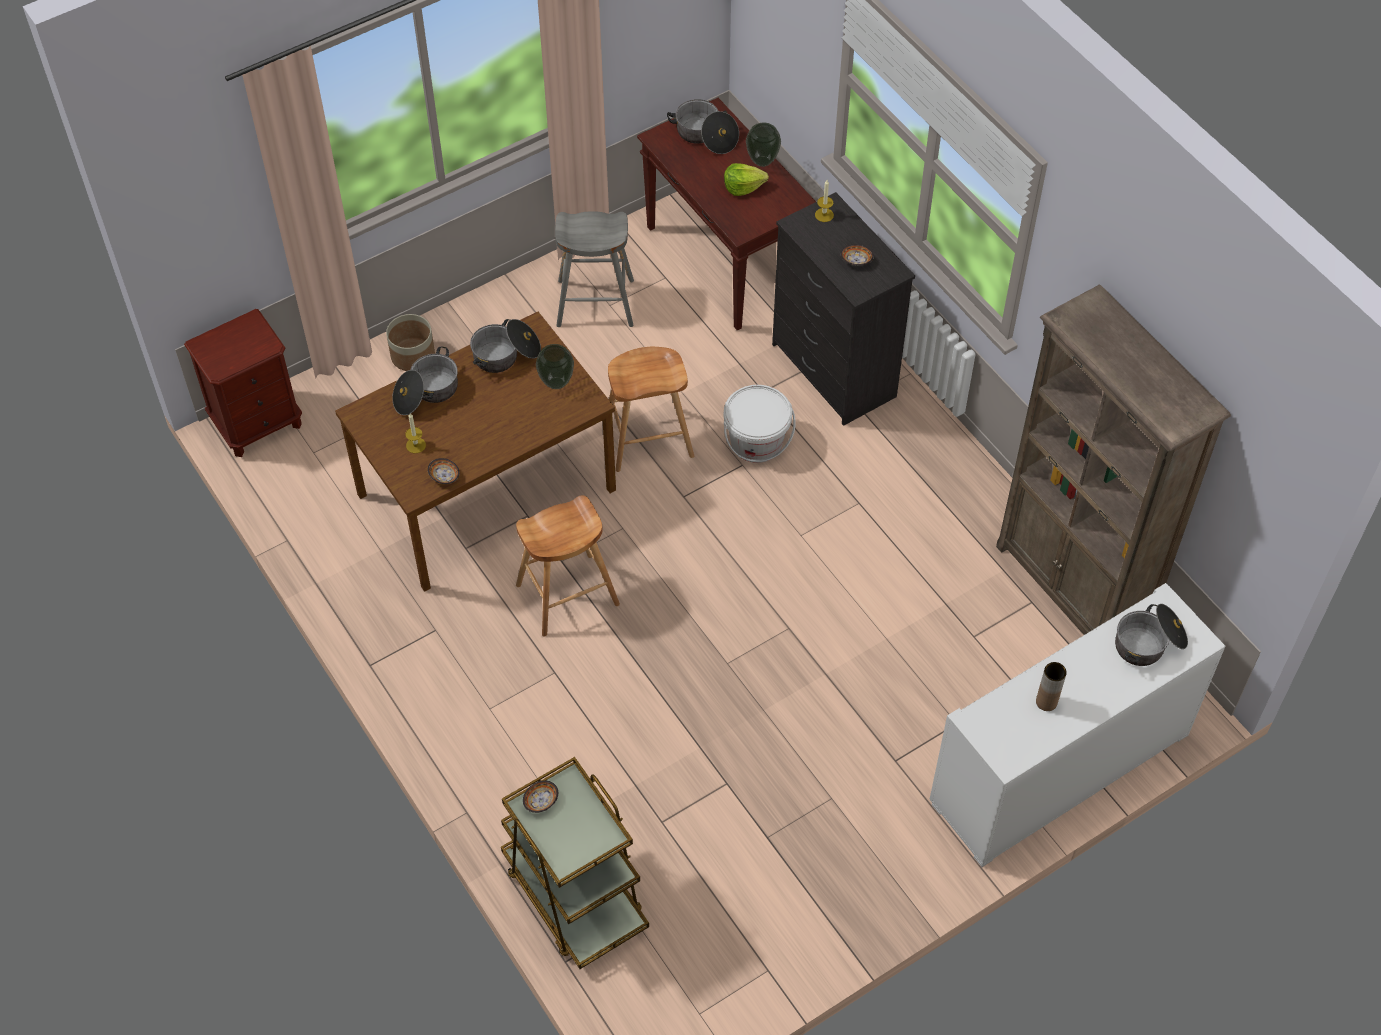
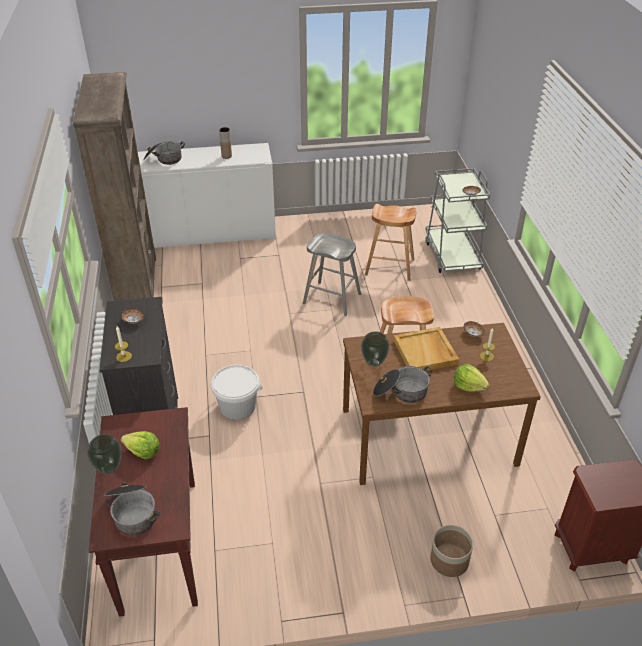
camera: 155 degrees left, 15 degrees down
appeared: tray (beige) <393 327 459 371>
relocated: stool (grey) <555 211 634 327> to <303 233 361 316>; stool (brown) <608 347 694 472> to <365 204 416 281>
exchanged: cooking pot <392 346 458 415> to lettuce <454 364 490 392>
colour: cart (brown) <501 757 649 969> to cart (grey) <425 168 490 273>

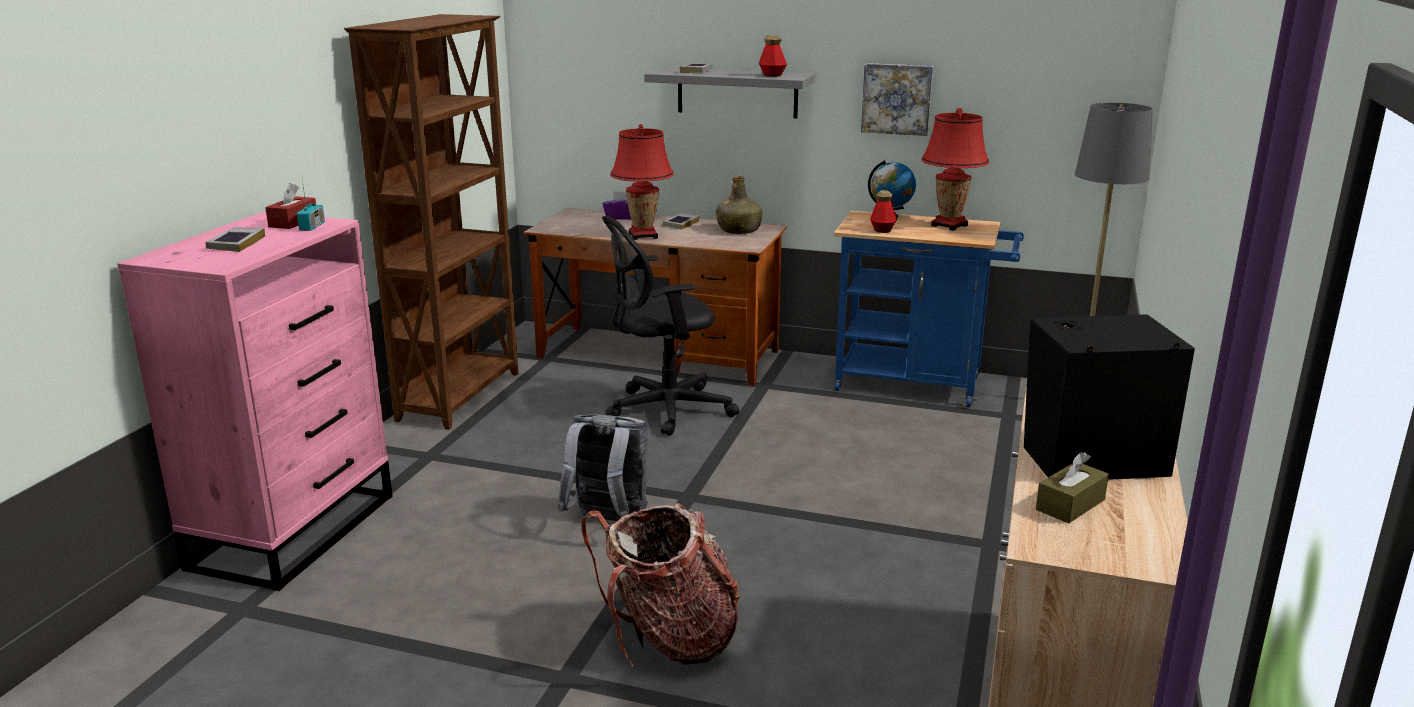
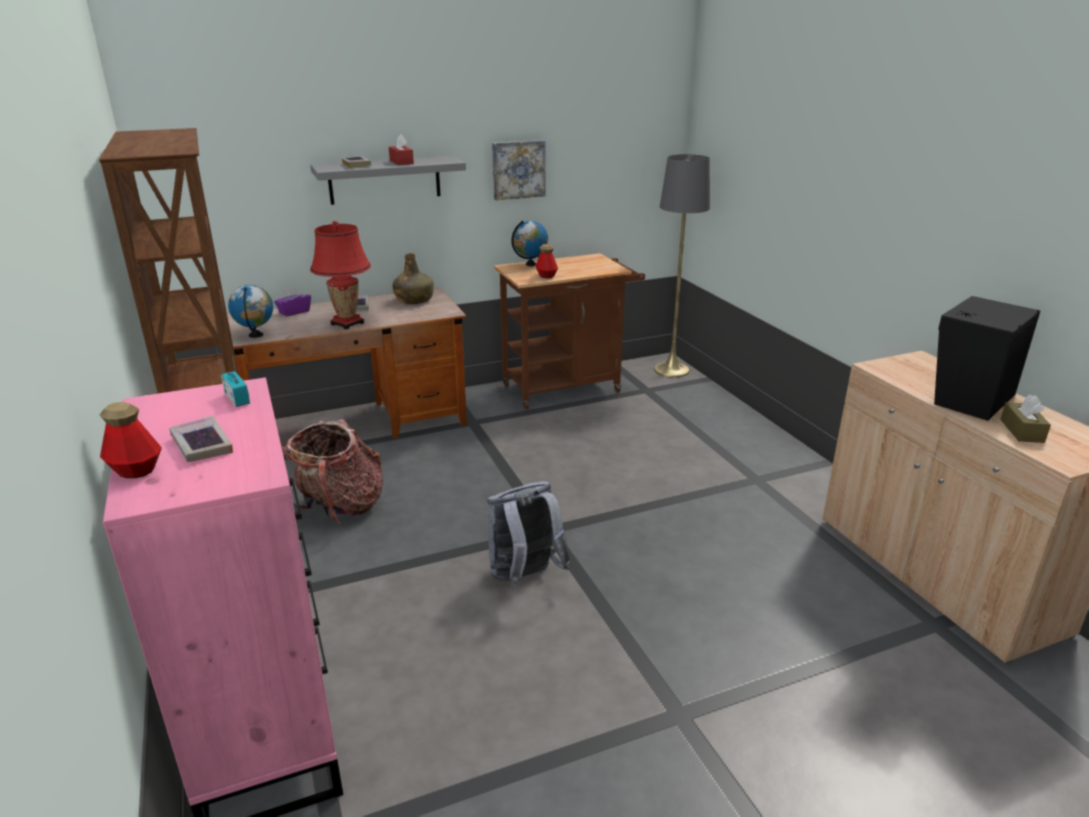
camera: 40 degrees left, 5 degrees up
missing: table lamp (red) <921 108 989 231>; office chair (black) <602 216 739 436>
appeared: globe <228 285 273 338>
relocated: bottle <759 35 787 77> to <99 402 162 478>; tissue box (red) <265 183 316 229> to <389 134 414 165>; backpack <581 503 740 668> to <281 419 383 524>
colour: cart (blue) <834 211 1024 407> to cart (brown) <494 253 645 410>

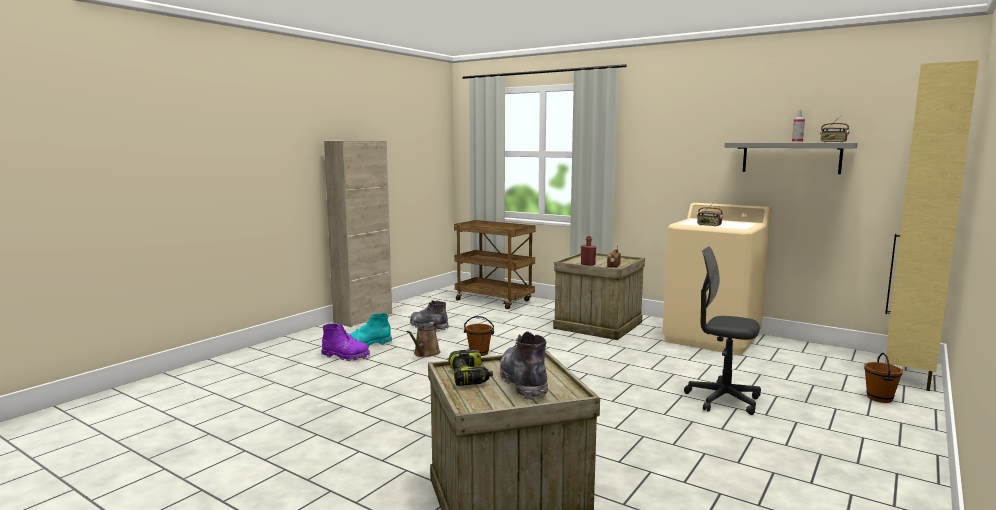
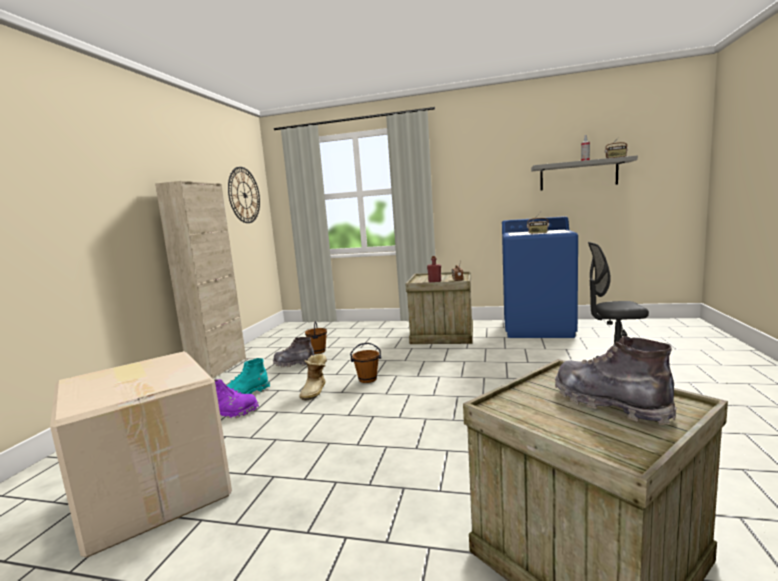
camera: 20 degrees left, 0 degrees up
missing: cabinet (beige) <885 60 979 391>; cart (brown) <454 220 536 309>; power drill <448 350 493 386>
appeared: wall clock <228 167 260 223>; cardboard box <50 351 232 558>
relocated: bucket (brown) <864 353 903 403> to <305 321 327 354>
exchanged: watering can (brown) <406 322 440 357> to boot <299 354 327 401>
colour: washing machine (beige) <662 203 771 355> to washing machine (blue) <502 216 578 338>

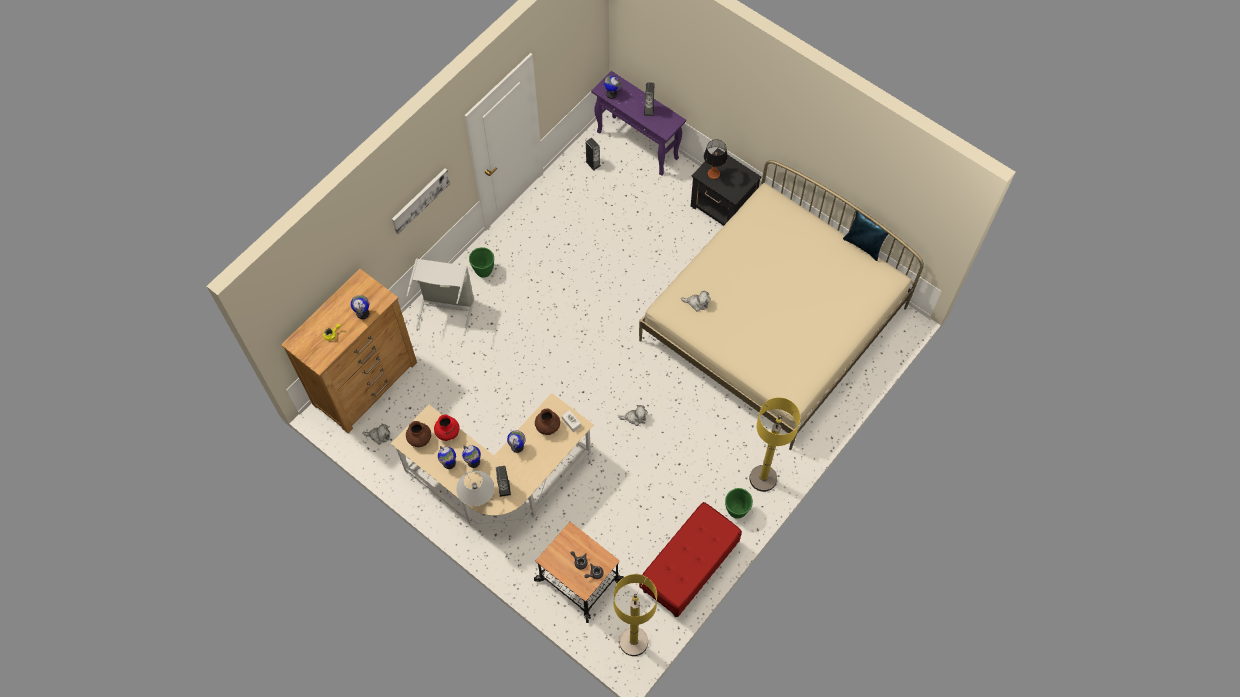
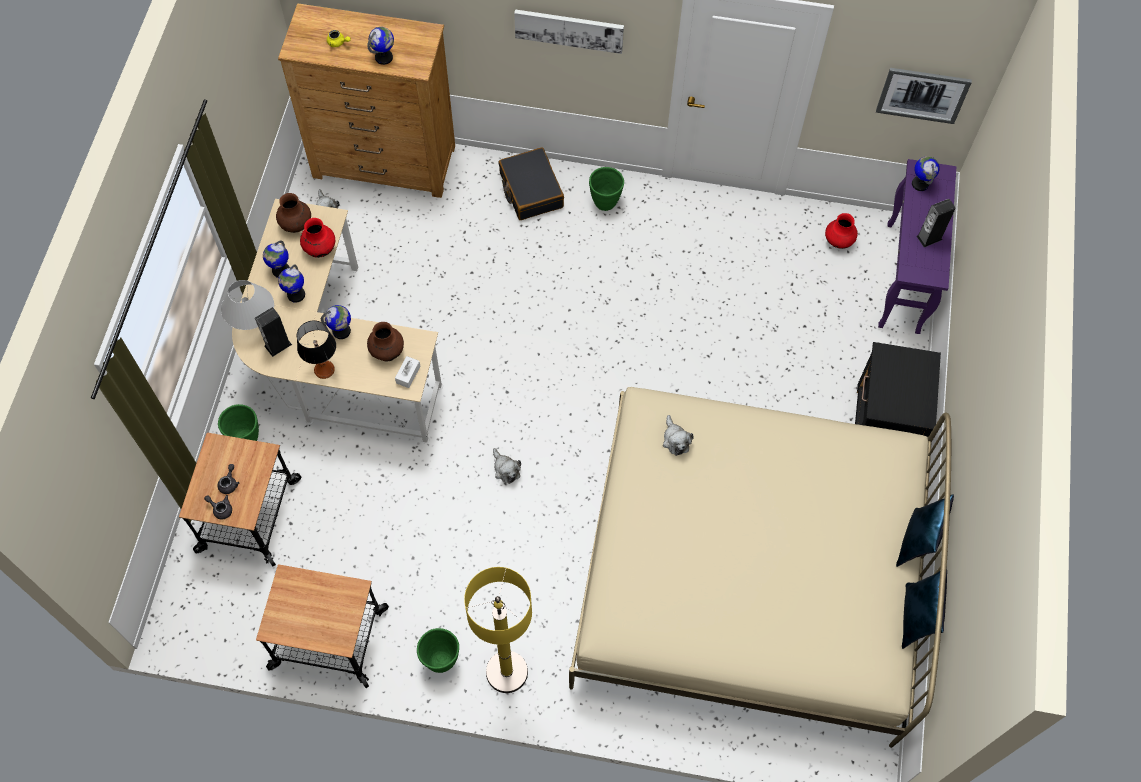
camera: 60 degrees right, 0 degrees up
missing: floor lamp (yellow) <614 574 657 656>
appeared: picture <876 68 972 124>; planter (green) <218 404 259 441>; pillow (blue) <896 494 954 567>
relocated: table lamp <704 139 728 179> to <297 320 336 379>
exchanged: speaker <585 138 601 170> to vase (red) <825 213 858 249>; laundry basket (grey) <406 258 474 336> to suitcase (black) <498 147 564 220>; bench (red) <639 502 742 617> to cart <256 564 389 688>

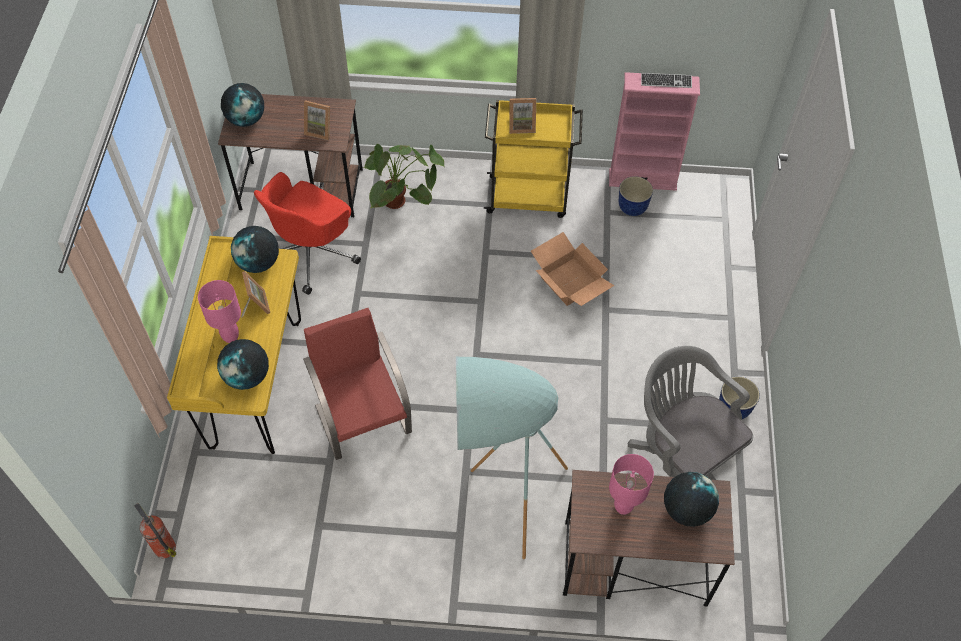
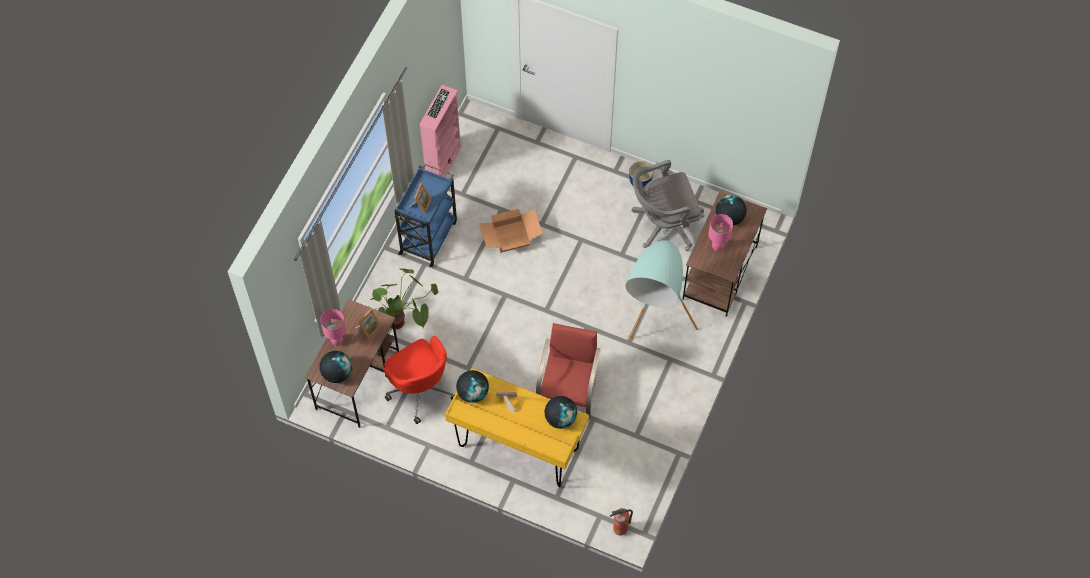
camera: 70 degrees left, 5 degrees up
missing: planter <619 176 653 216>
relocated: table lamp (pink) <198 280 241 343> to <320 309 346 346>
colour: cart (yellow) <484 99 583 218> to cart (blue) <394 164 457 267>
spun: chair (red) <303 308 412 460> = <536 323 601 417> 105 degrees clockwise

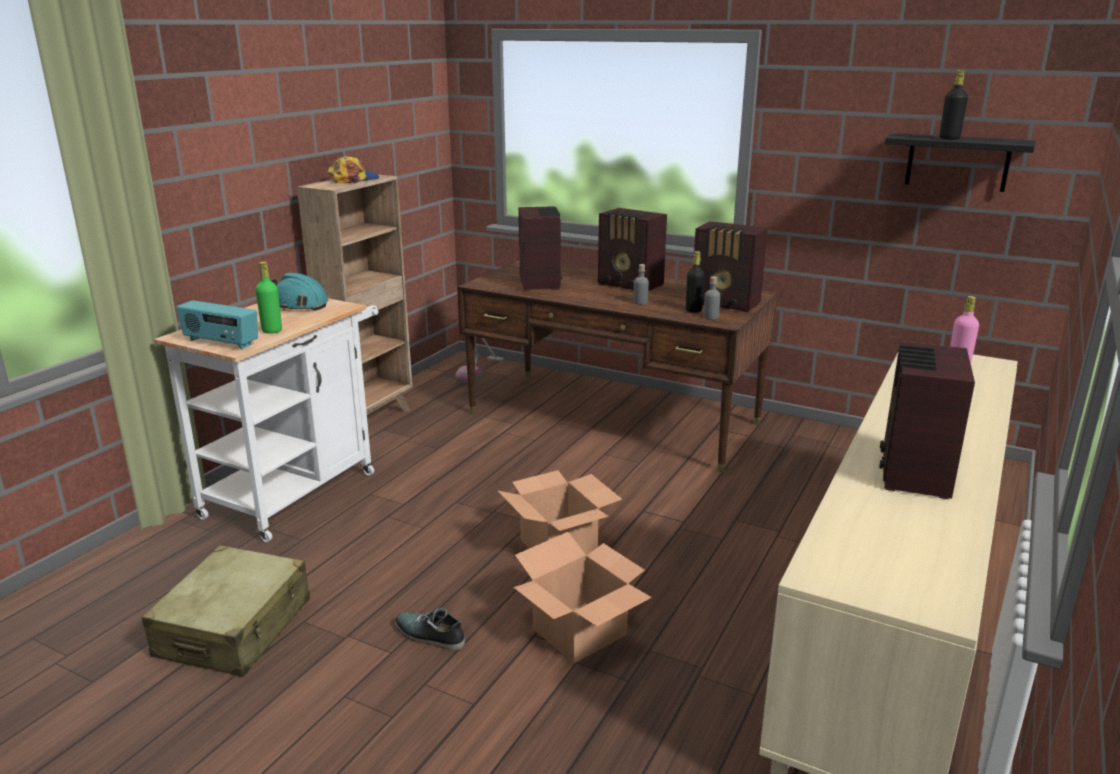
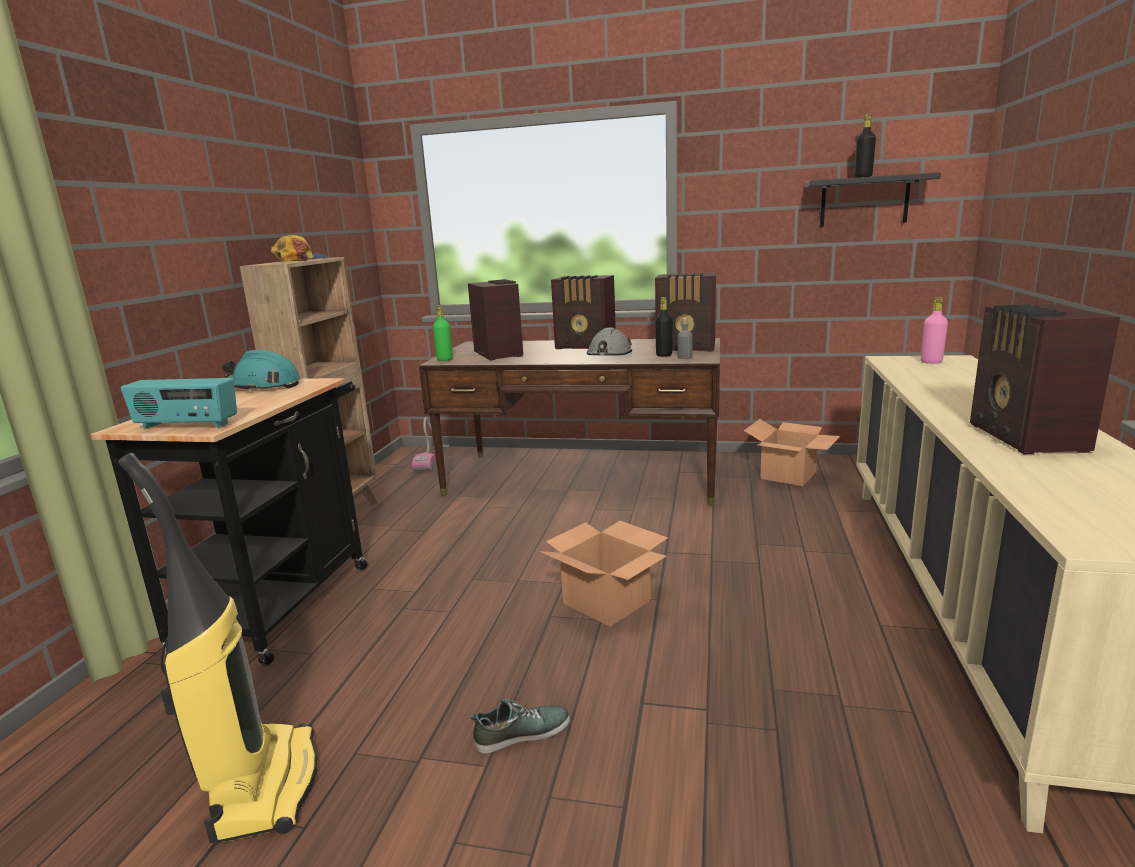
camera: 15 degrees left, 5 degrees down
relocated: bottle (green) <255 262 282 334> to <433 305 453 361>; cardboard box <514 532 652 664> to <744 419 840 486>
exchanged: bottle (grey) <633 264 649 305> to hard hat (grey) <587 328 632 355>; suitcase (beige) <142 545 310 677> to vacuum cleaner <118 453 317 843>
colour: cart (white) <154 297 378 542> to cart (black) <91 378 367 666>
spun: shoe <395 608 465 651> = <470 699 570 754> 150 degrees clockwise

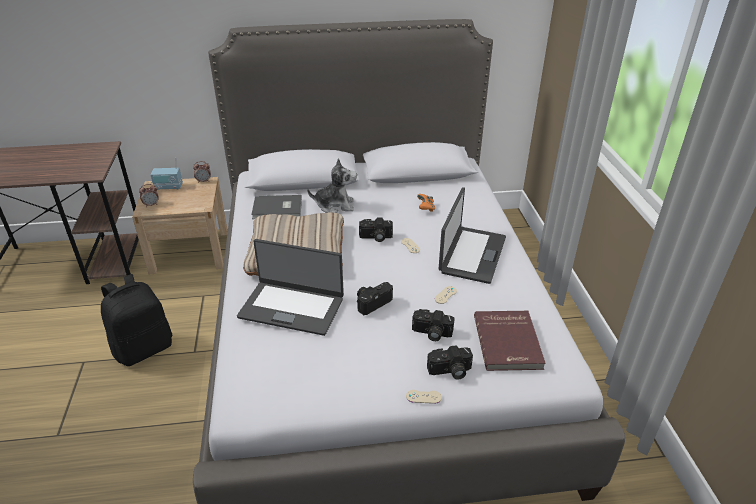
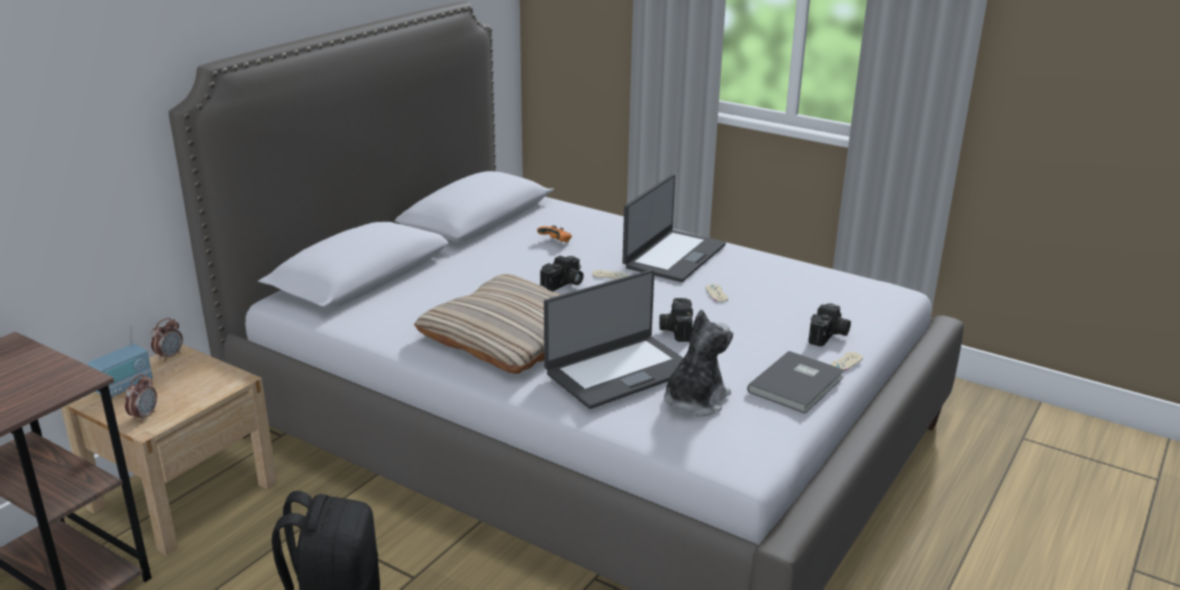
camera: 50 degrees left, 10 degrees down
missing: photo camera <412 309 454 341>; book (red) <474 311 546 371>
relocated: plush toy <307 158 357 213> to <664 309 733 416>; book (grey) <251 195 302 219> to <747 351 844 414>
spun: laptop <439 187 506 284> = <622 174 726 282> 60 degrees clockwise

